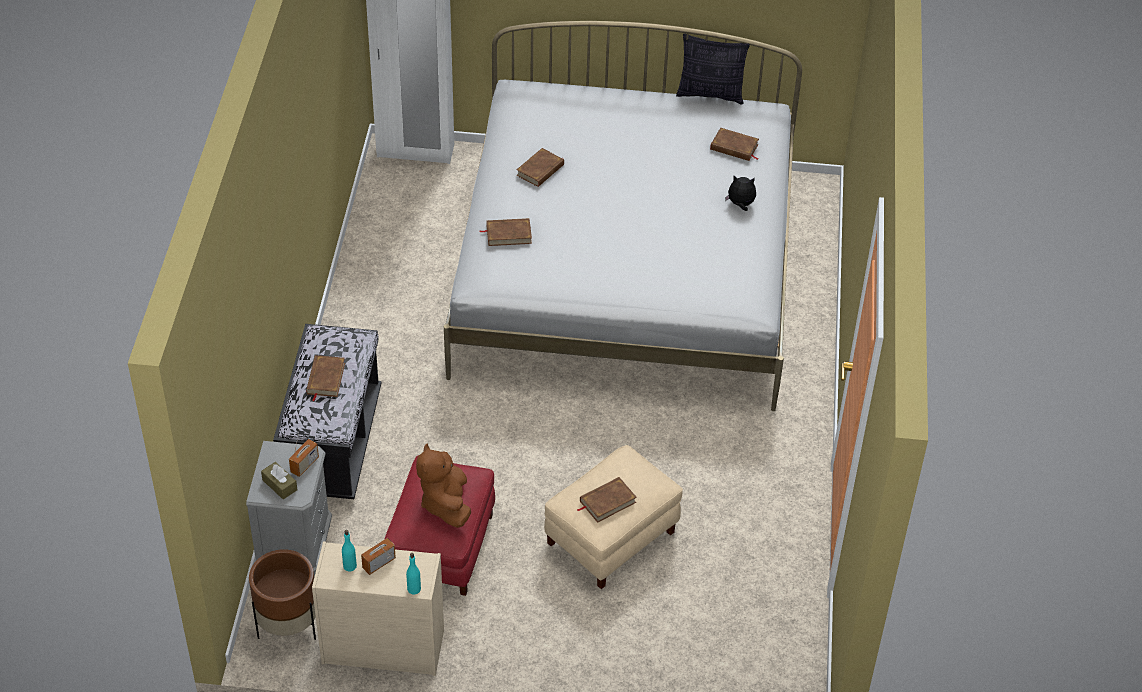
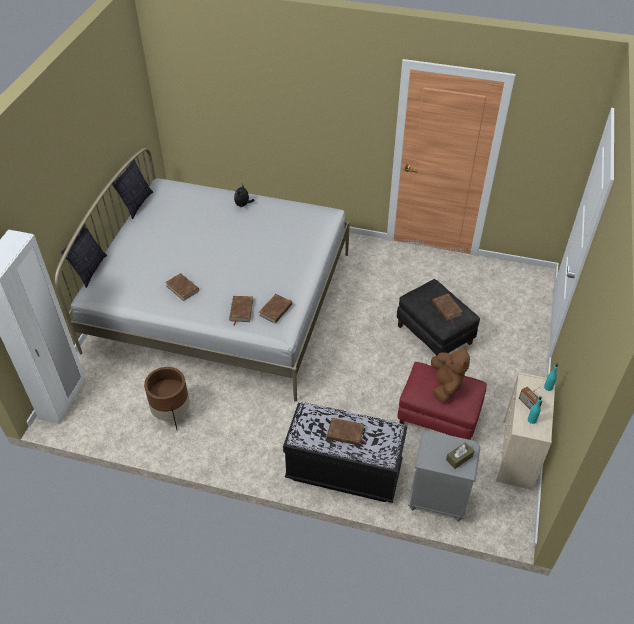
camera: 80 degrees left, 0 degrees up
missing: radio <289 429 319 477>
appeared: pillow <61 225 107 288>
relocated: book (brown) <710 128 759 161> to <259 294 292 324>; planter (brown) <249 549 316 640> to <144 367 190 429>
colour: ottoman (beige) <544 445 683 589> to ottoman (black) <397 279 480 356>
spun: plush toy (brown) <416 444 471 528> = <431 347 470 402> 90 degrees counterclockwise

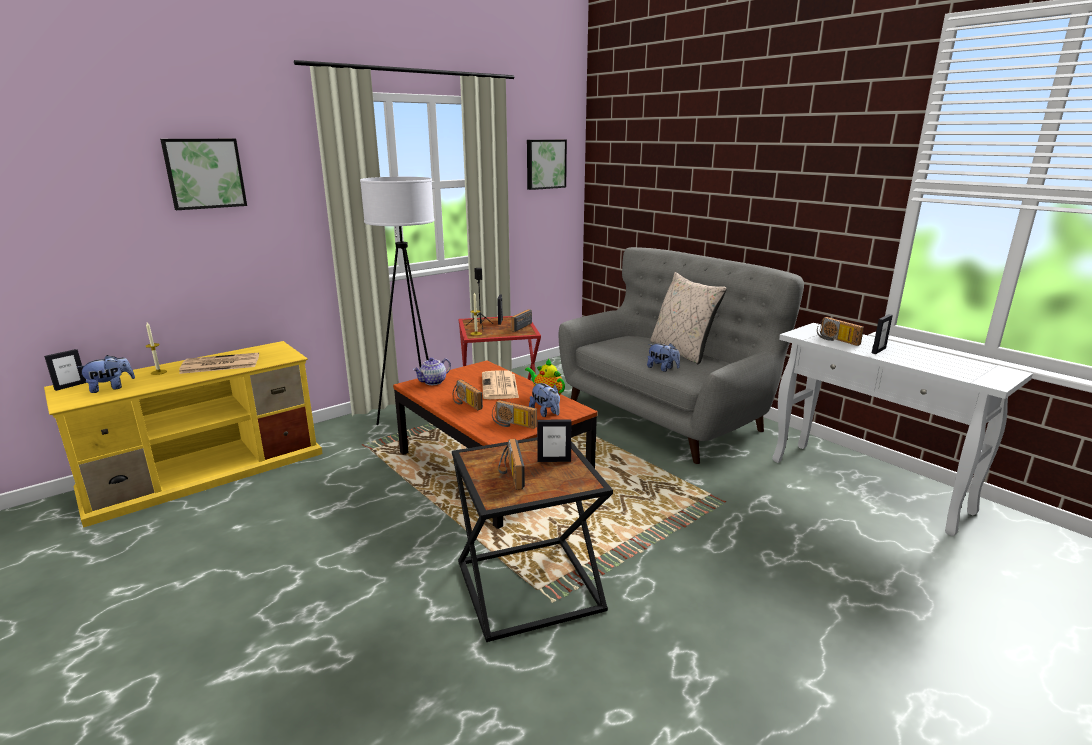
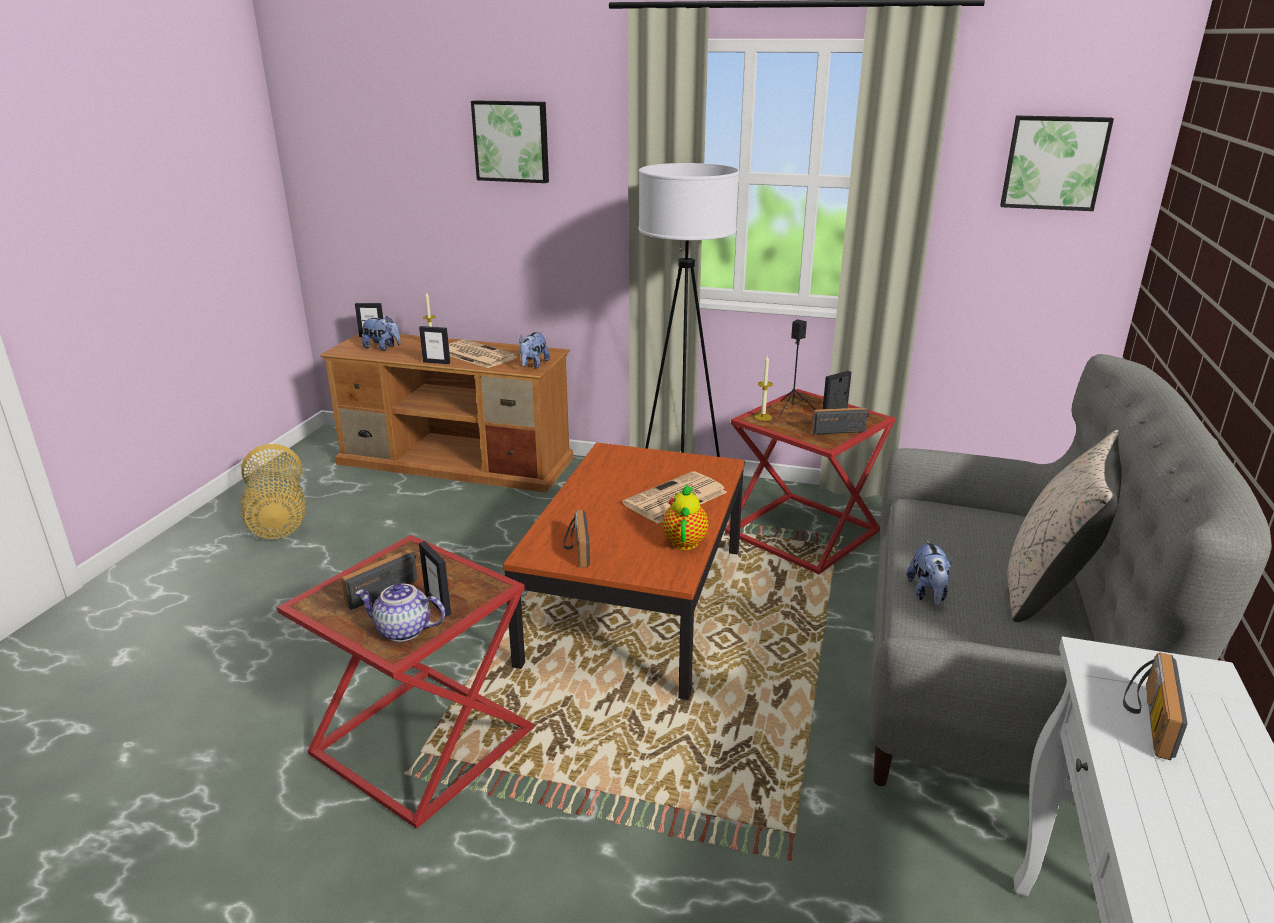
camera: 55 degrees right, 5 degrees up
missing: radio <453 379 483 410>
appeared: basket <241 444 306 539>
relocated: picture frame <872 314 893 354> to <419 326 450 364>; teapot <413 358 451 385> to <355 583 445 642>; plush toy <529 383 560 417> to <519 332 550 368>
colour: tv stand (yellow) <44 341 323 528> to tv stand (brown) <319 334 573 493>; side table (black) <452 437 613 642> to side table (red) <277 535 534 829>

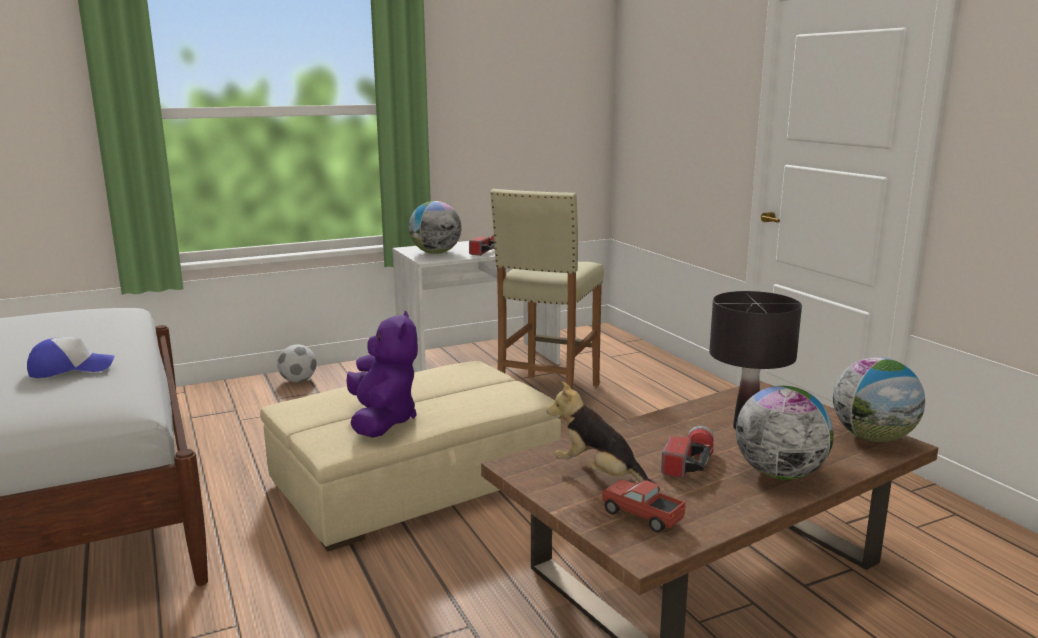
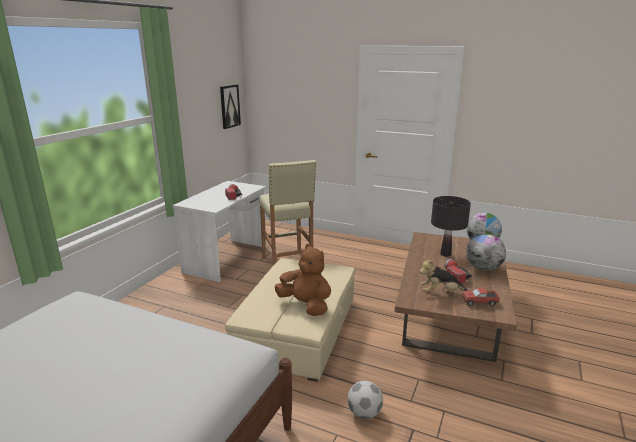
camera: 40 degrees left, 5 degrees up
missing: globe <409 201 462 254>; cap <27 338 114 378>
appeared: picture <220 84 241 129>
relocated: football <277 344 317 382> to <347 381 383 419>
colour: plush toy (purple) <346 311 418 438> to plush toy (brown) <275 244 331 316>

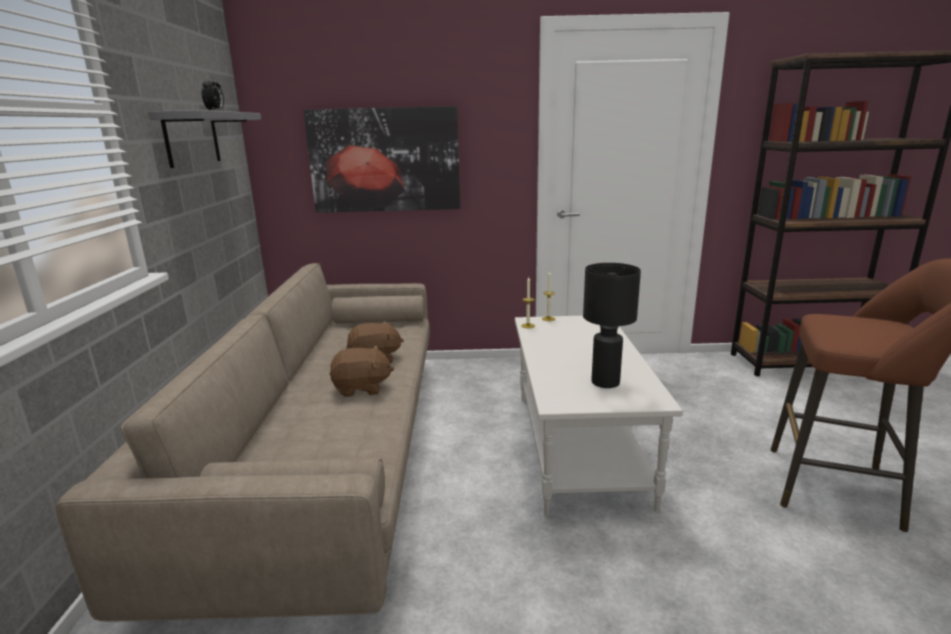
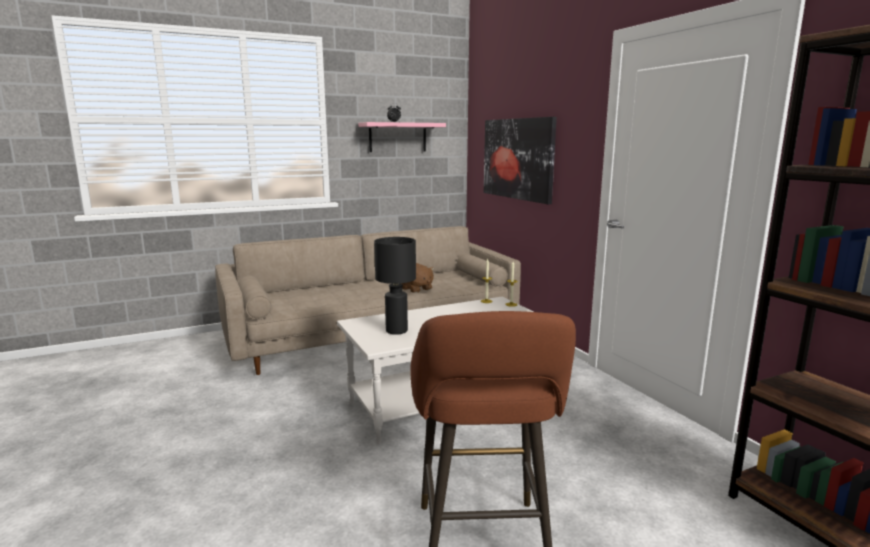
camera: 65 degrees right, 5 degrees down
missing: plush toy (brown) <330 345 394 397>
colour: shelf (grey) <148 110 261 168> to shelf (pink) <358 122 446 152>

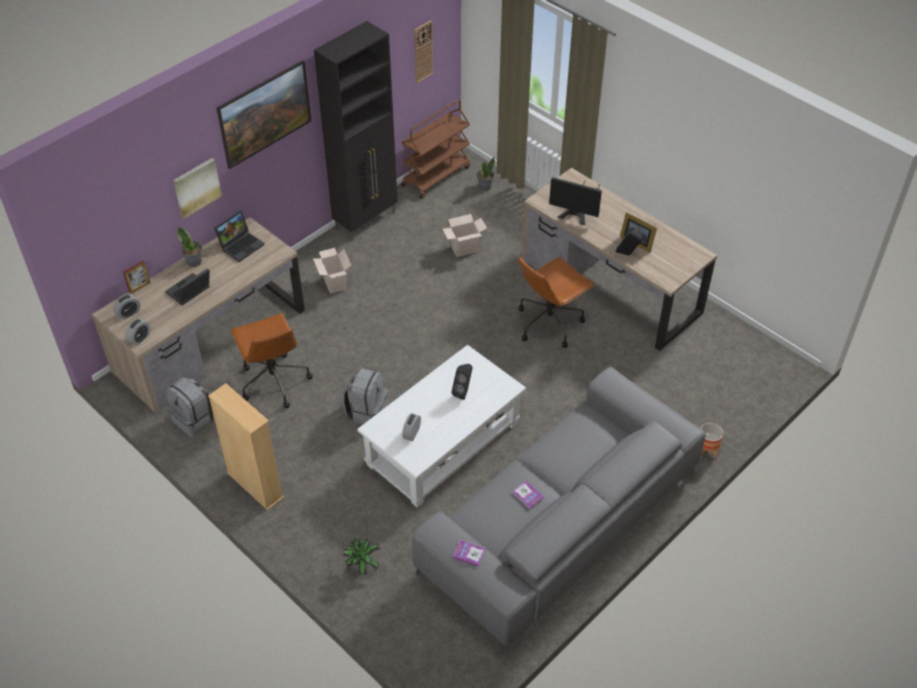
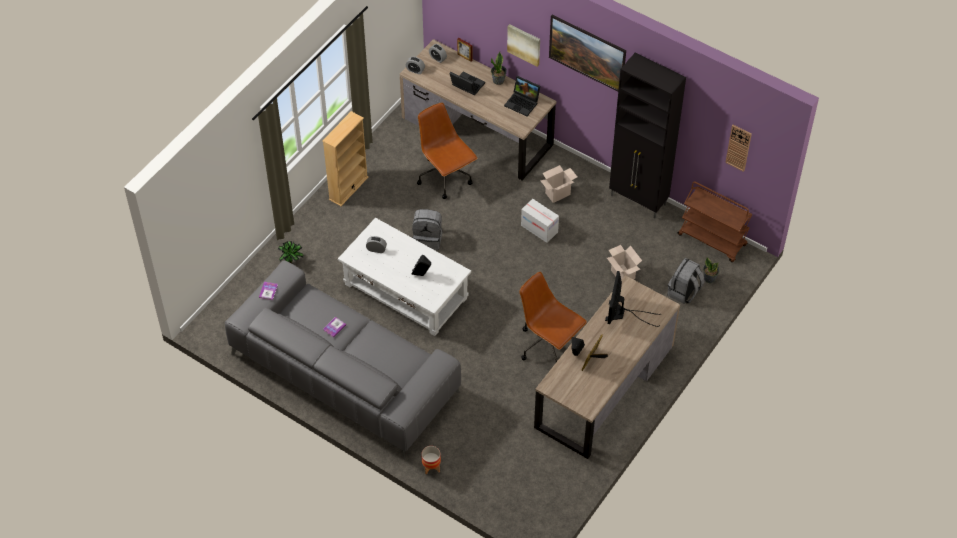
camera: 80 degrees right, 5 degrees up
appeared: cardboard box <521 199 559 243>
relocated: backpack (grey) <166 377 214 437> to <668 258 704 304>
spun: office chair (brown) <231 313 313 408> = <417 102 478 199> 90 degrees clockwise

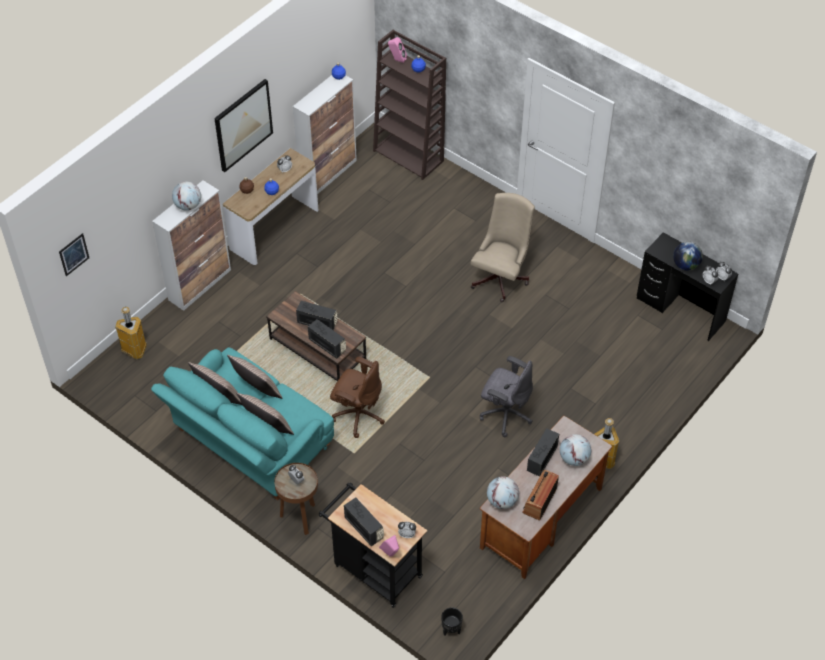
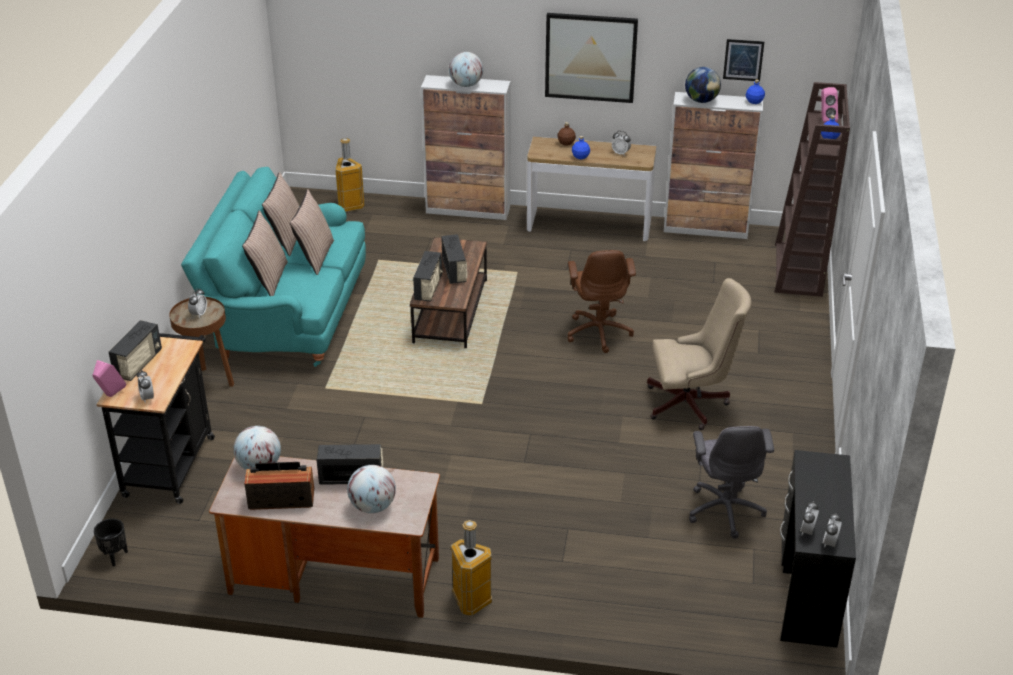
camera: 60 degrees right, 15 degrees down
relocated: picture <59 233 89 276> to <723 39 764 81>; globe <673 242 703 271> to <685 67 721 103>; office chair (grey) <480 356 533 437> to <689 426 774 539>; office chair (brown) <330 357 385 438> to <567 250 636 353>

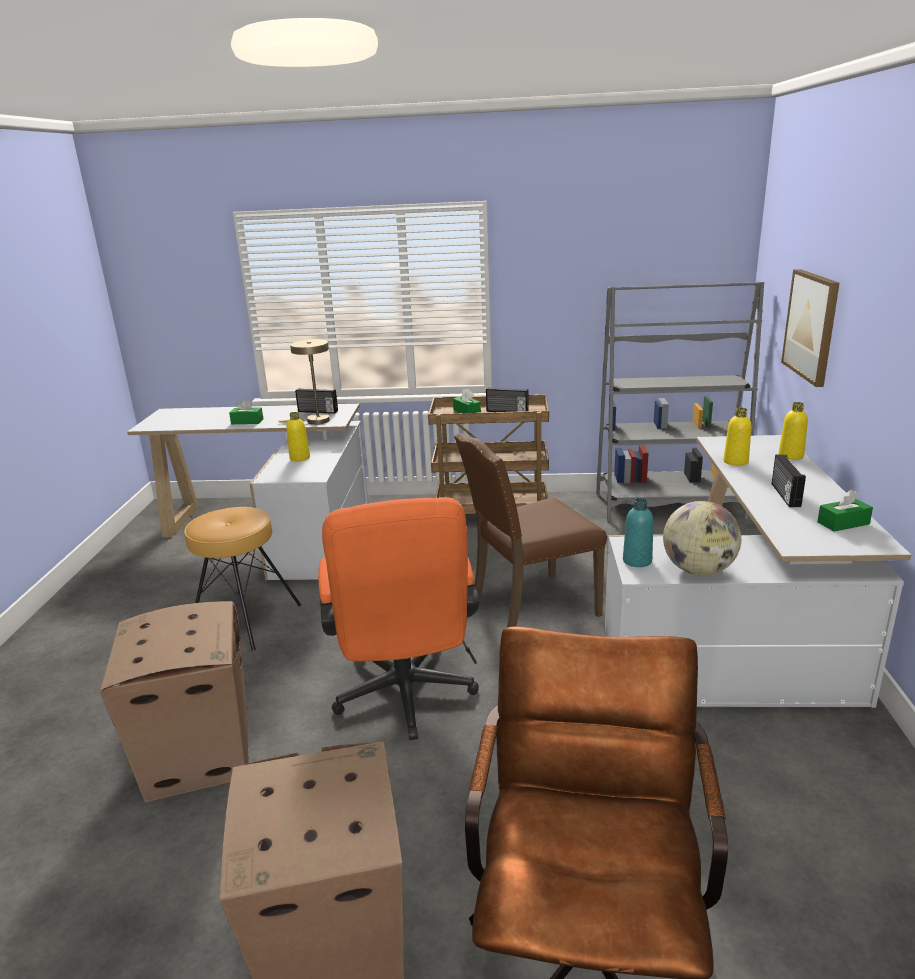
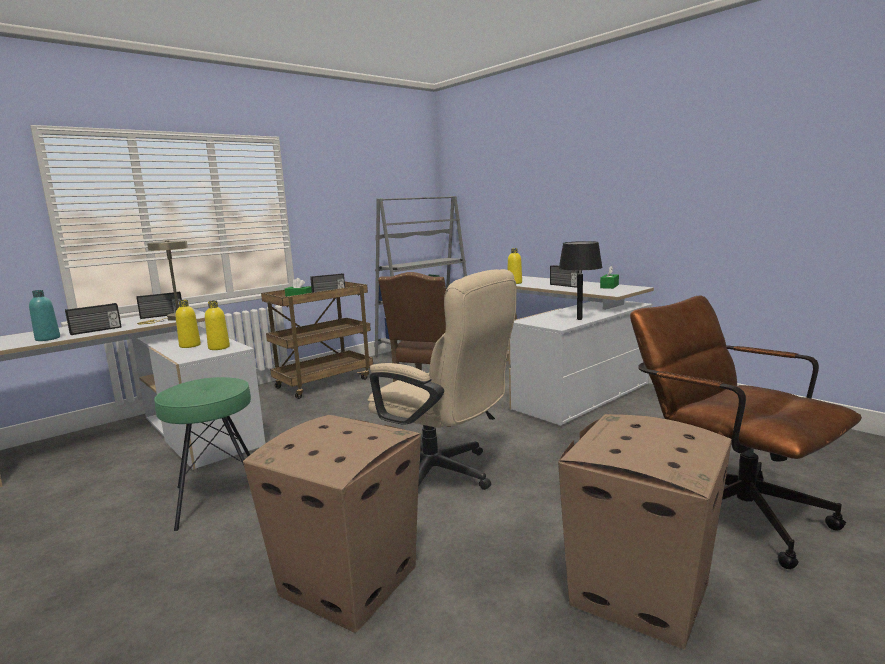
camera: 45 degrees left, 10 degrees down
missing: picture <781 269 839 387>
relocated: bottle (yellow) <779 402 808 460> to <205 301 230 350>; bottle (turquoise) <623 498 653 567> to <29 290 60 341>
exchanged: tissue box (green) <229 399 263 424> to radio <65 303 122 335>; globe <663 501 741 576> to table lamp (black) <559 241 603 320>
colour: office chair (orange) <318 497 479 740> to office chair (beige) <367 269 516 490>; stool (brown) <184 507 301 650> to stool (green) <154 377 251 531>

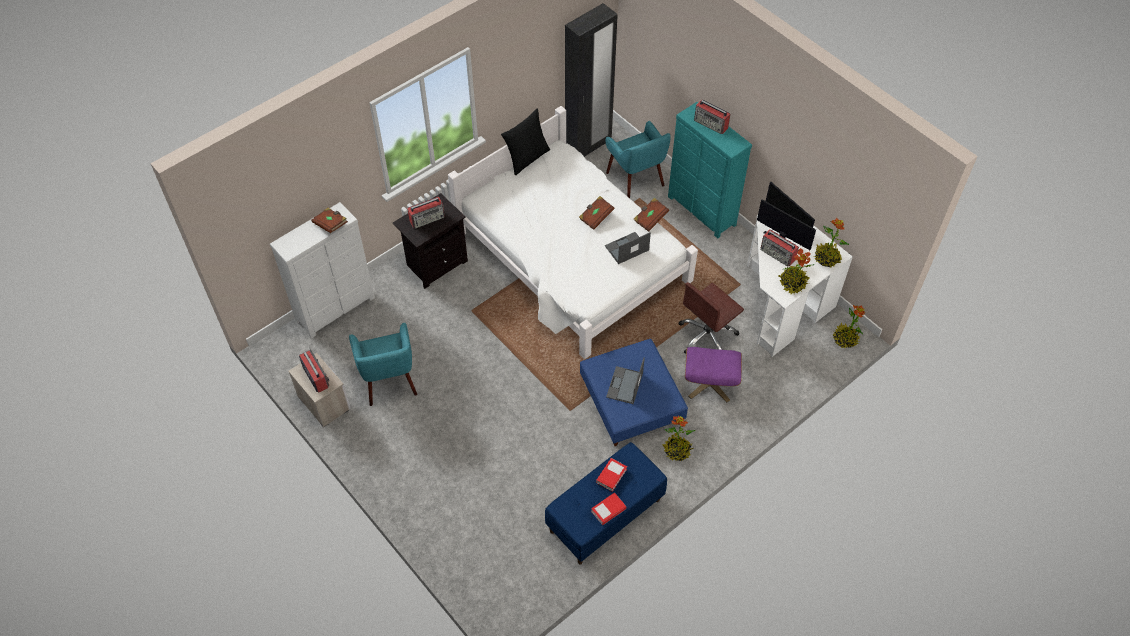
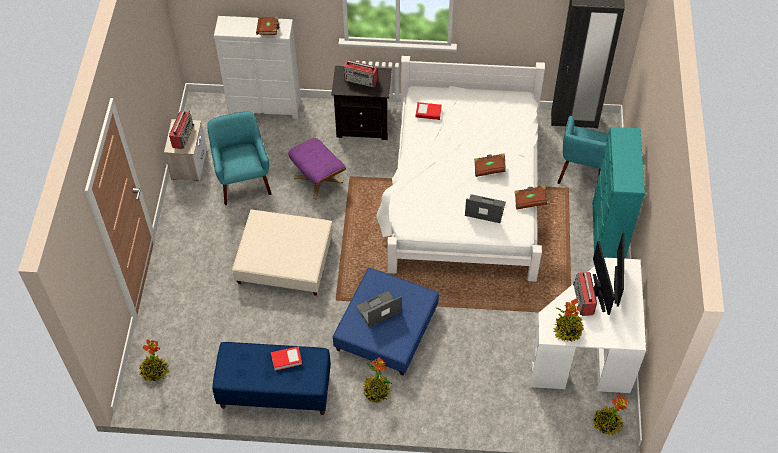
camera: 45 degrees right, 0 degrees up
missing: radio <694 99 730 134>; pillow (black) <501 108 550 175>; office chair (brown) <678 282 744 354>
appeared: ottoman (beige) <232 210 333 296>
relocated: potted plant <814 218 849 267> to <139 339 170 381>; ottoman (purple) <685 347 742 402> to <288 138 346 199>; book <591 493 626 525> to <416 102 442 120>
spun: armchair (turquoise) <349 323 417 406> = <207 111 271 205> 135 degrees clockwise

